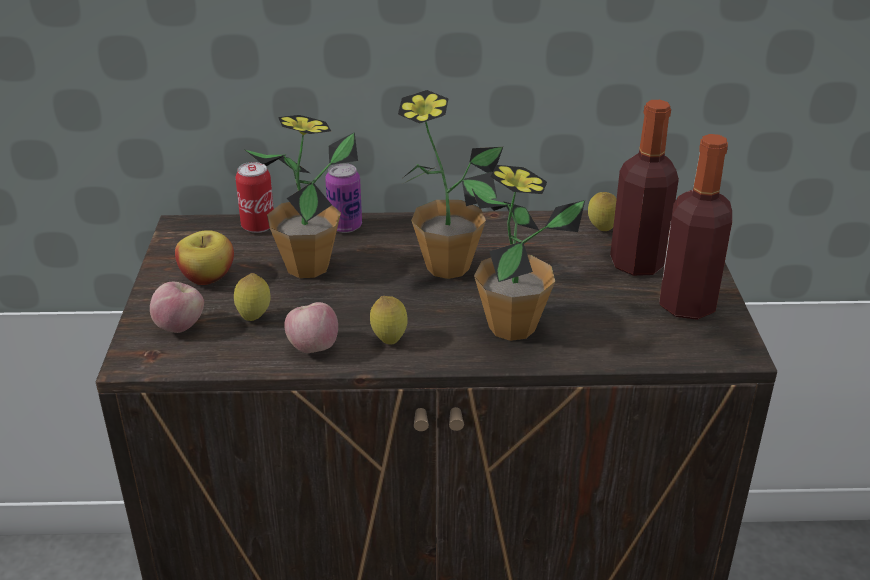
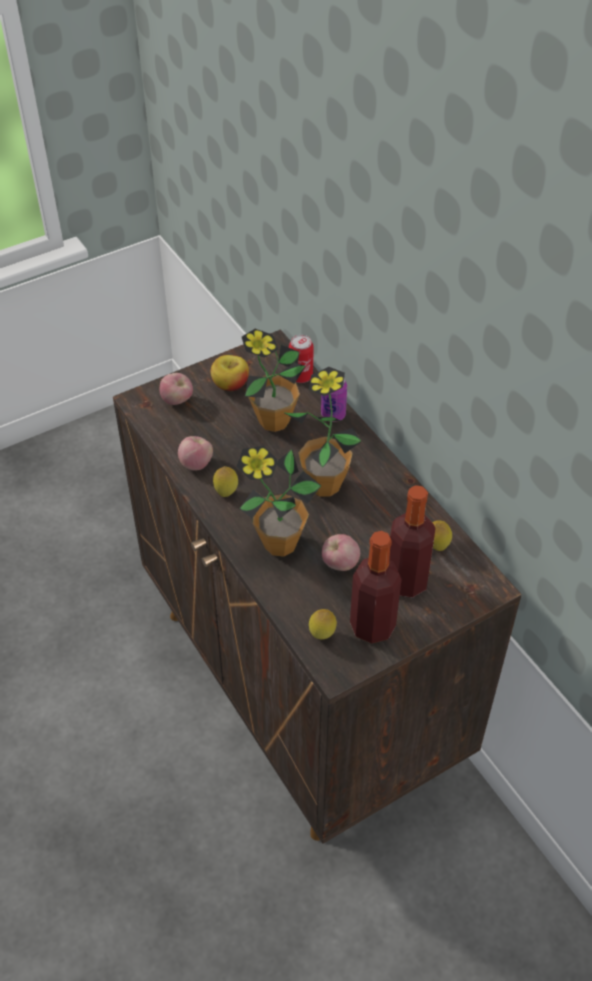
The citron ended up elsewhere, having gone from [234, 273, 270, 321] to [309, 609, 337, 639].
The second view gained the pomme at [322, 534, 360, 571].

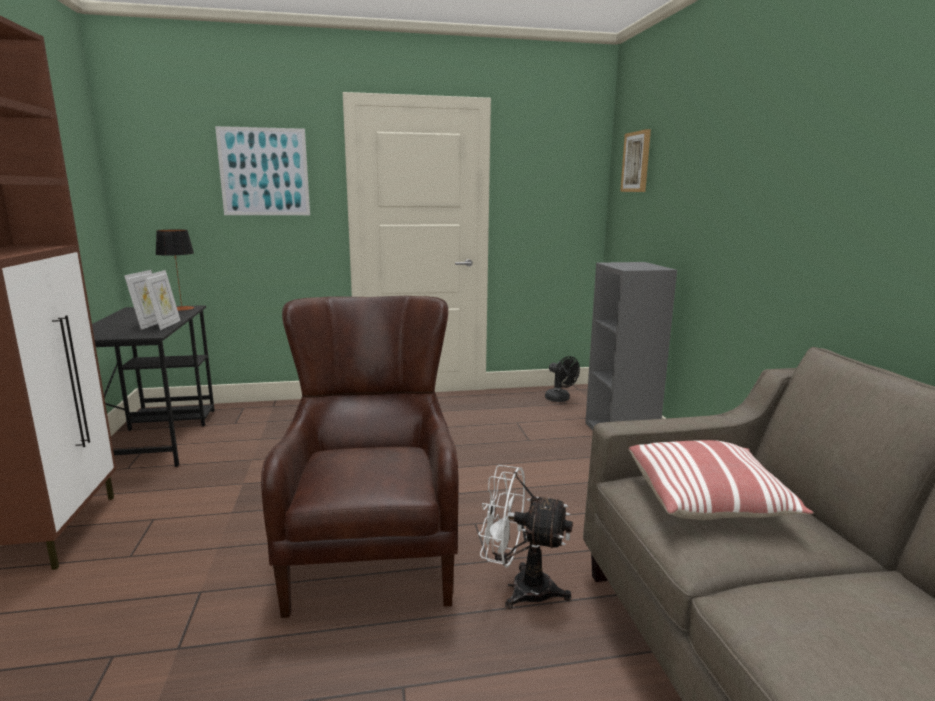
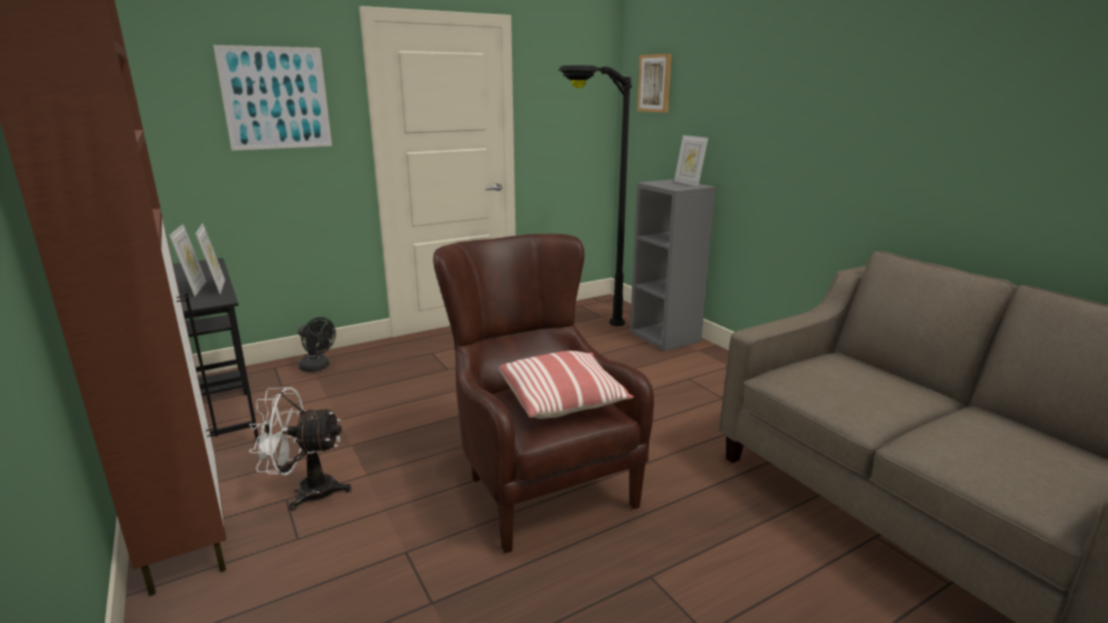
The second view lost the lampe de table at [156, 229, 194, 311].
The ventilateur [blanc] ended up elsewhere, having gone from [478, 465, 573, 610] to [249, 387, 352, 511].
The ventilateur [noir] ended up elsewhere, having gone from [545, 356, 580, 402] to [298, 317, 336, 372].
The coussin ended up elsewhere, having gone from [629, 440, 813, 520] to [499, 351, 634, 419].
The second view gained the lampadaire [noir] at [558, 65, 632, 326].
The second view gained the cadre photo at [674, 135, 708, 186].

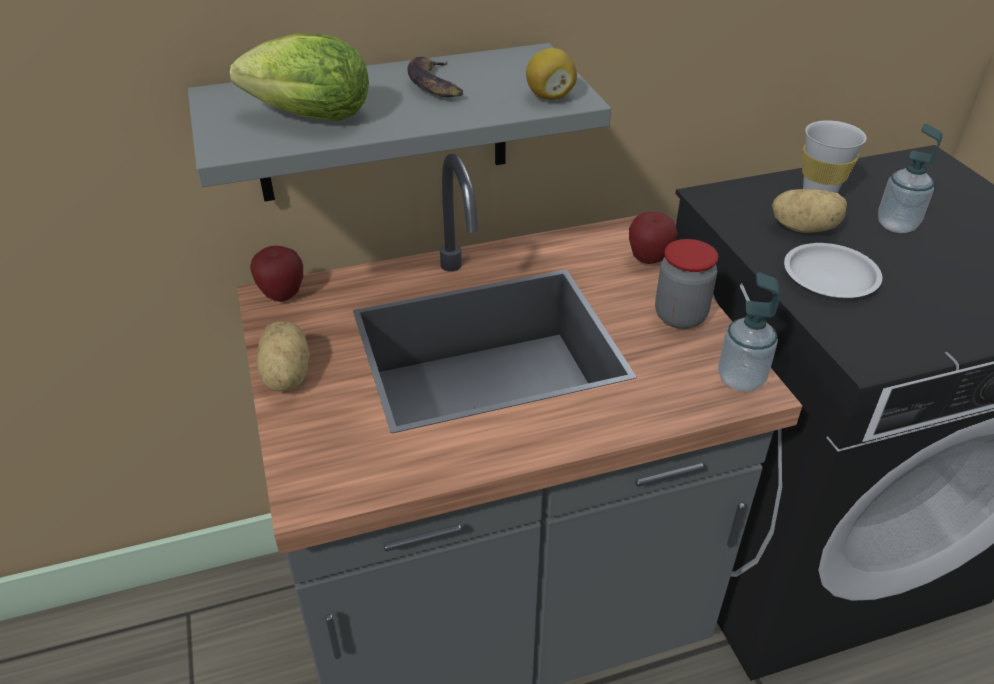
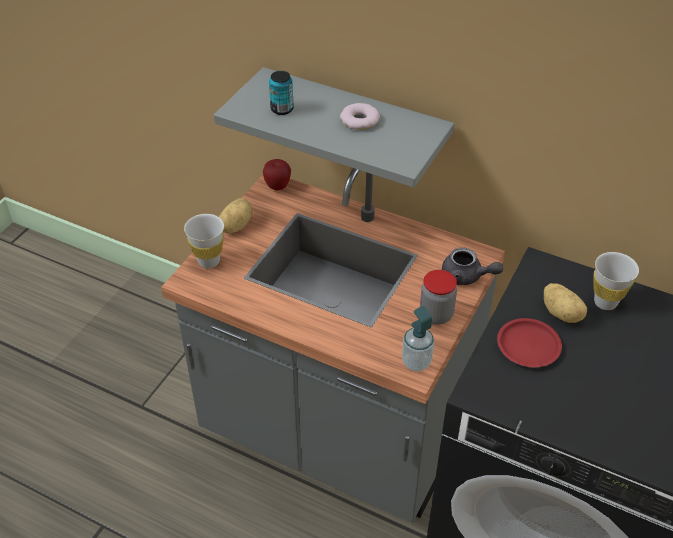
Where the laitue stood at [230, 34, 369, 121], the boîte métallique came to stand at [269, 71, 294, 115].
Where the banane stood at [407, 56, 463, 98], the beignet came to stand at [340, 103, 380, 130].
The second view lost the citron at [526, 48, 577, 100].
Where the pomme stood at [629, 212, 678, 264], the théière [gris] came to stand at [442, 248, 503, 285].
What was the assiette [blanc] at [784, 243, 882, 298] turned into the assiette [rouge] at [497, 318, 562, 367].
The second view lost the distributeur de savon at [878, 124, 943, 233].
The second view gained the tasse [blanc] at [184, 214, 224, 269].

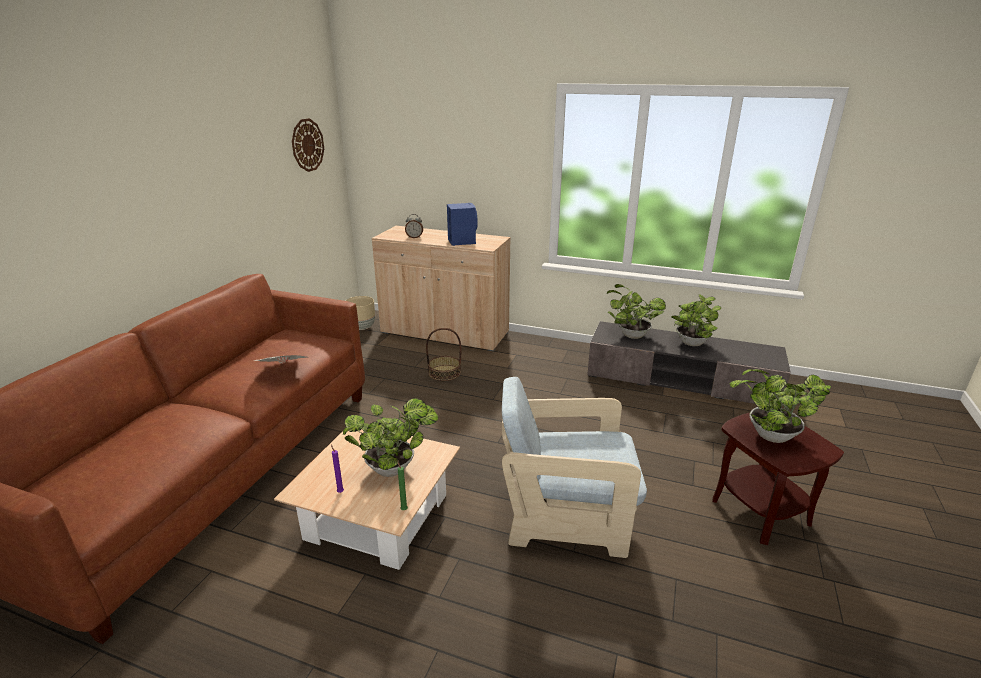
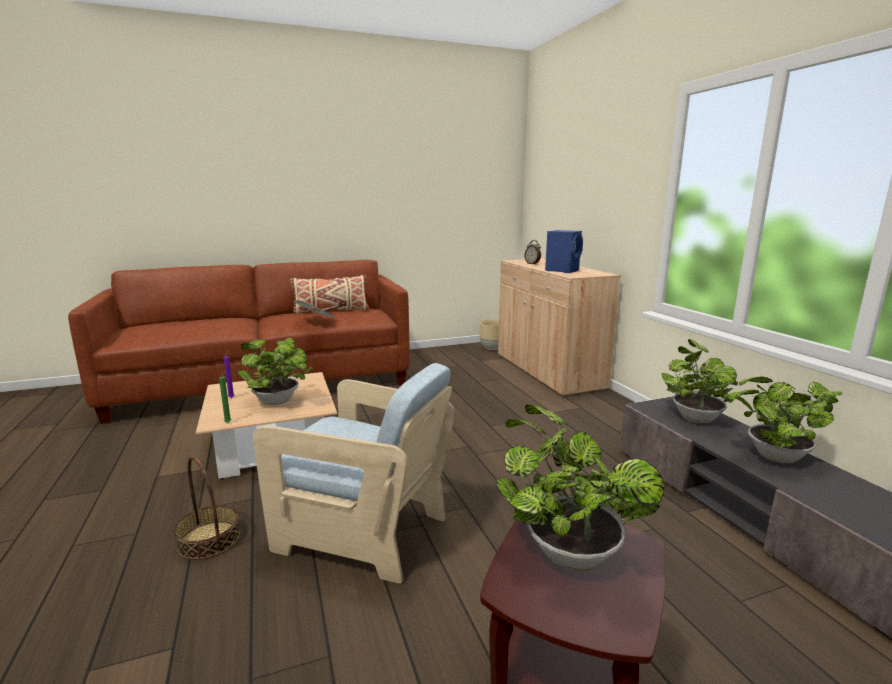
The second view lost the horloge murale at [292, 118, 324, 172].
The panier ended up elsewhere, having gone from [426, 328, 461, 381] to [173, 456, 240, 560].
The fauteuil [beige] at [502, 377, 647, 558] ended up facing another way, 150 degrees clockwise from before.
The second view gained the coussin [beige] at [290, 275, 369, 314].

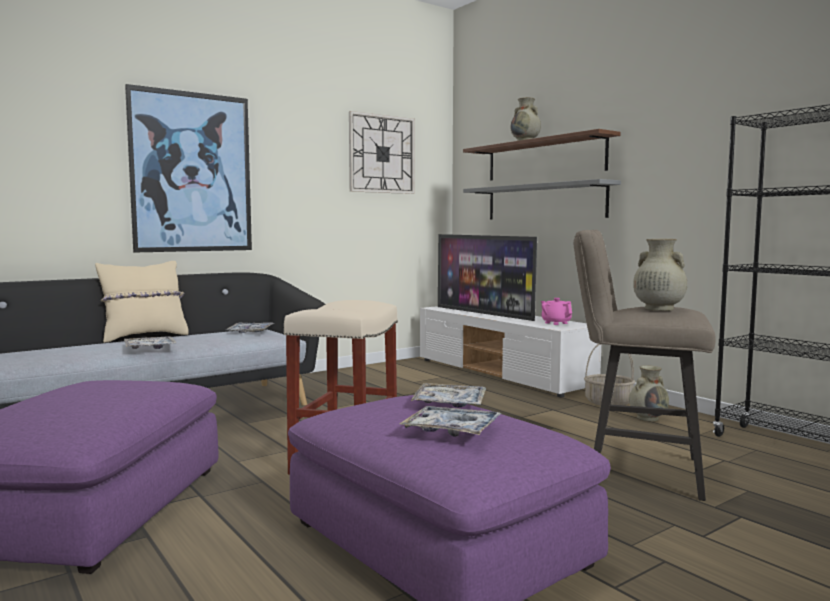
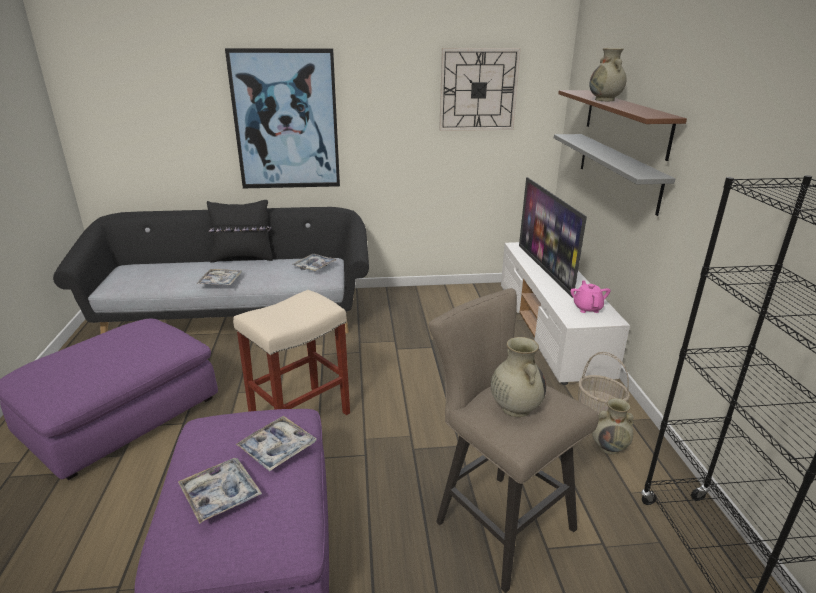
What was the coussin [beige] at [95, 261, 189, 343] turned into the coussin [noir] at [207, 200, 273, 263].

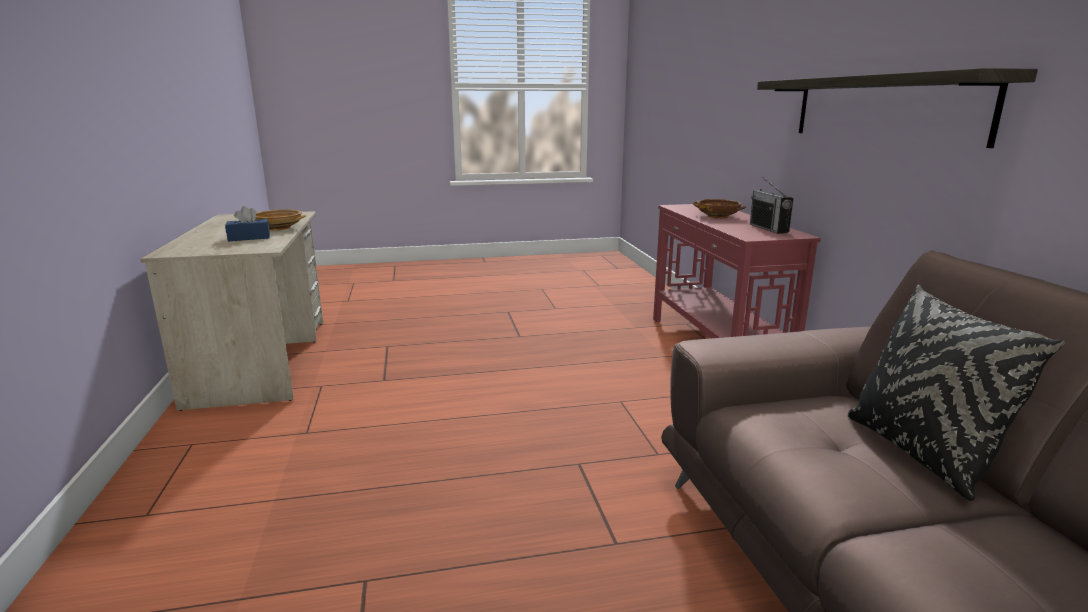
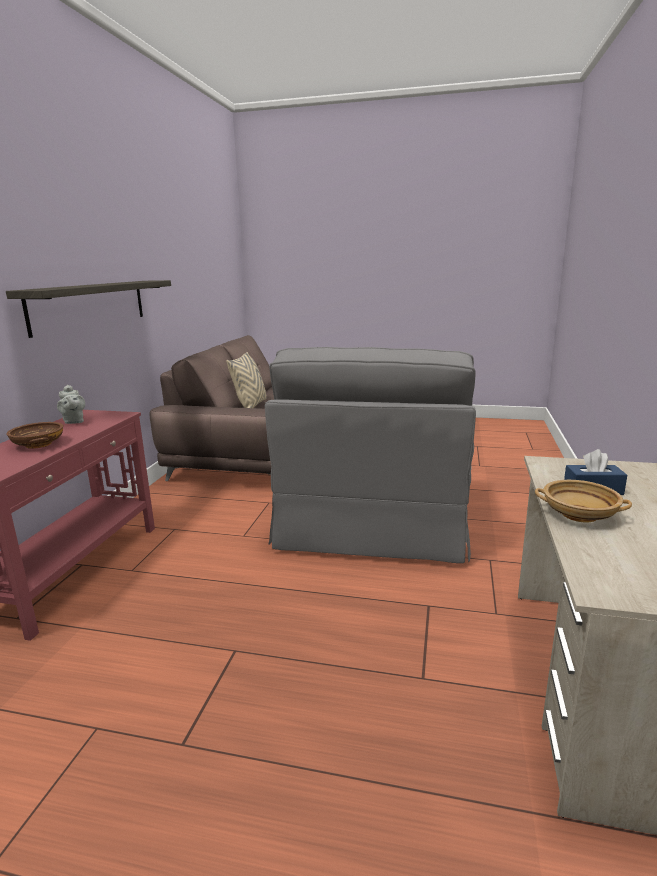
Where the radio stood at [750, 176, 793, 234], the théière [gris] came to stand at [57, 385, 85, 424].
What was the coussin [noir] at [848, 285, 1065, 501] turned into the coussin [beige] at [226, 352, 267, 408].
The second view gained the fauteuil [gris] at [265, 347, 476, 563].

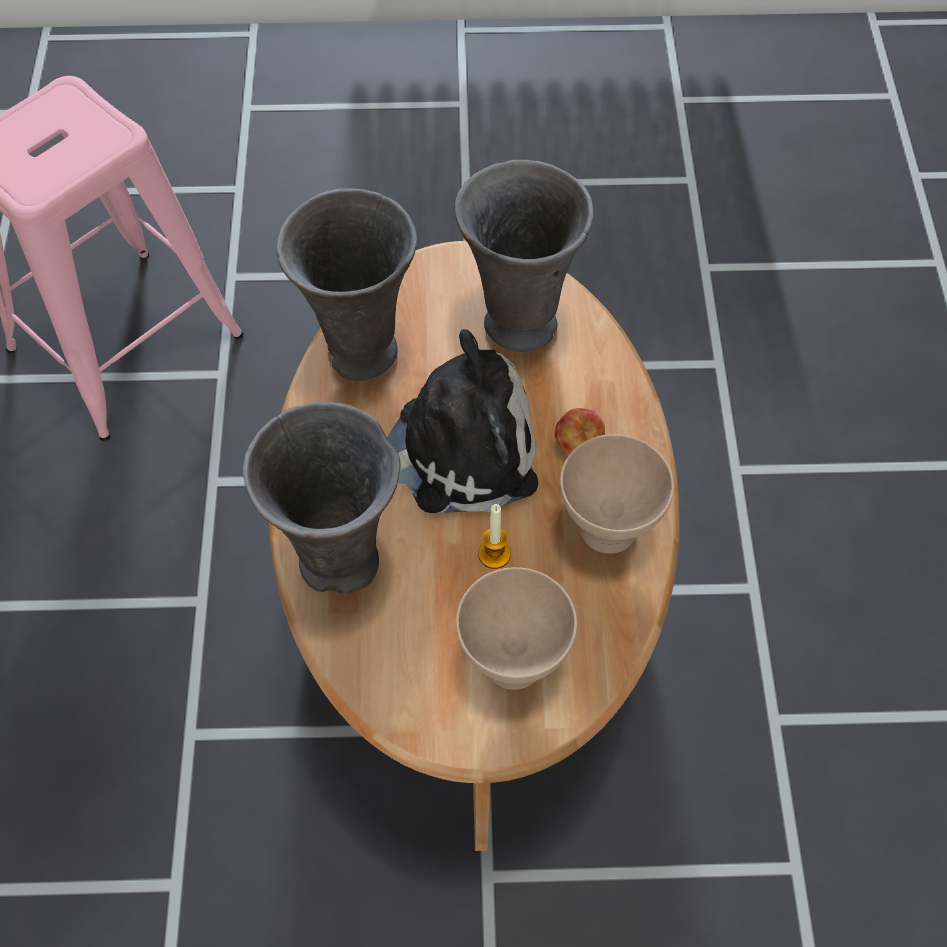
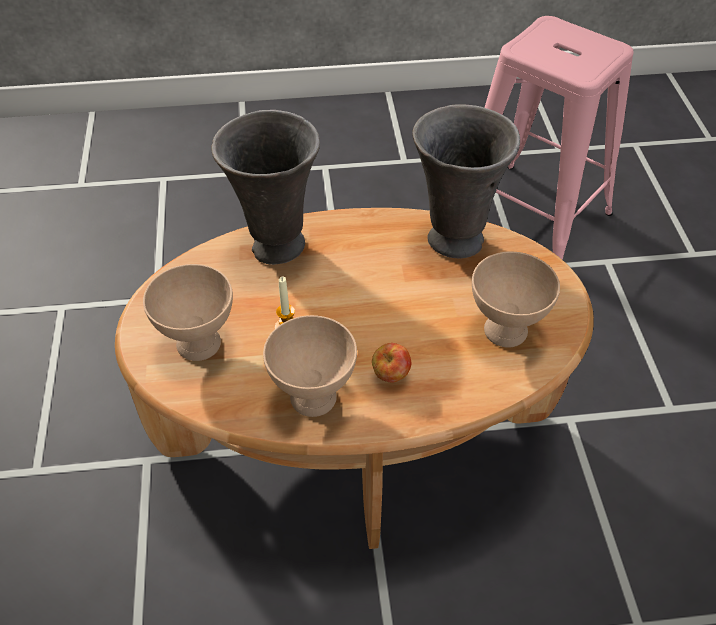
The second view lost the peluche at [387, 329, 538, 513].
Where the vase [gris] stood at [454, 160, 594, 353], the bol [beige] came to stand at [472, 251, 560, 347].

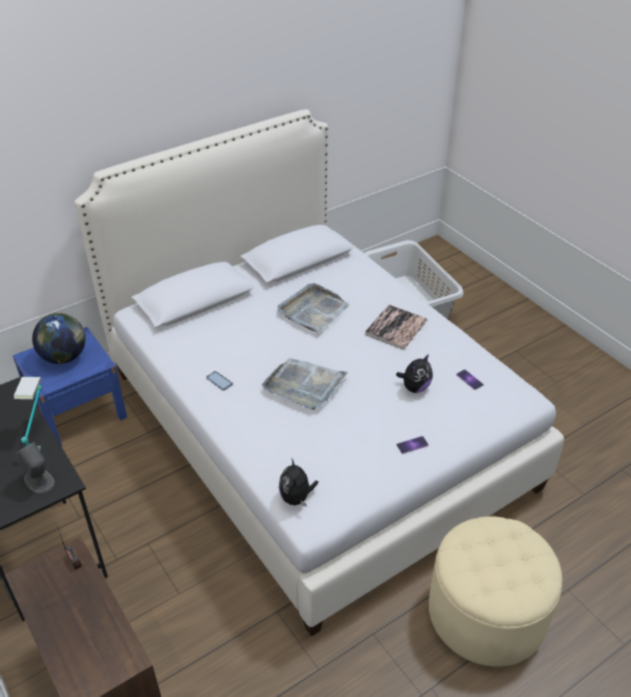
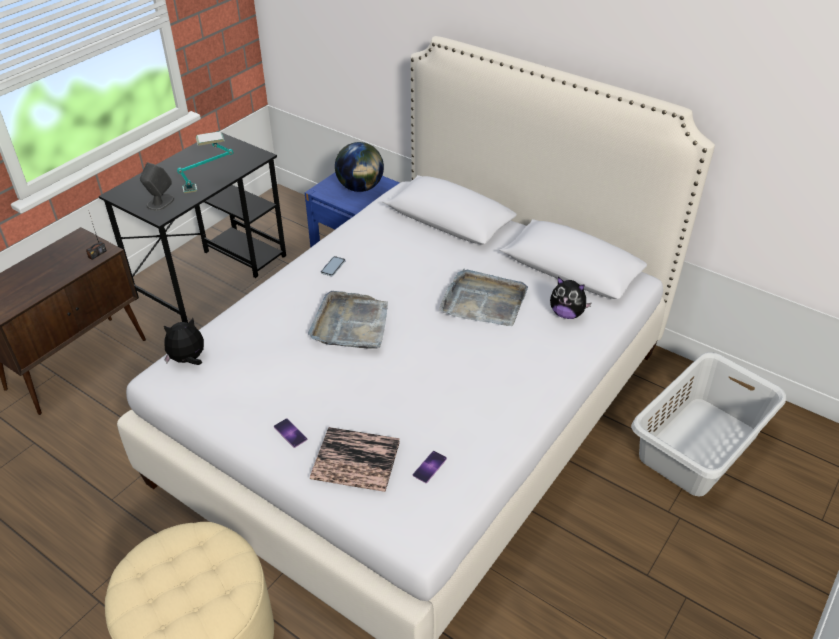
The livre ended up elsewhere, having gone from [365, 305, 427, 350] to [310, 427, 400, 492].
The peluche ended up elsewhere, having gone from [396, 354, 433, 393] to [550, 277, 592, 319].

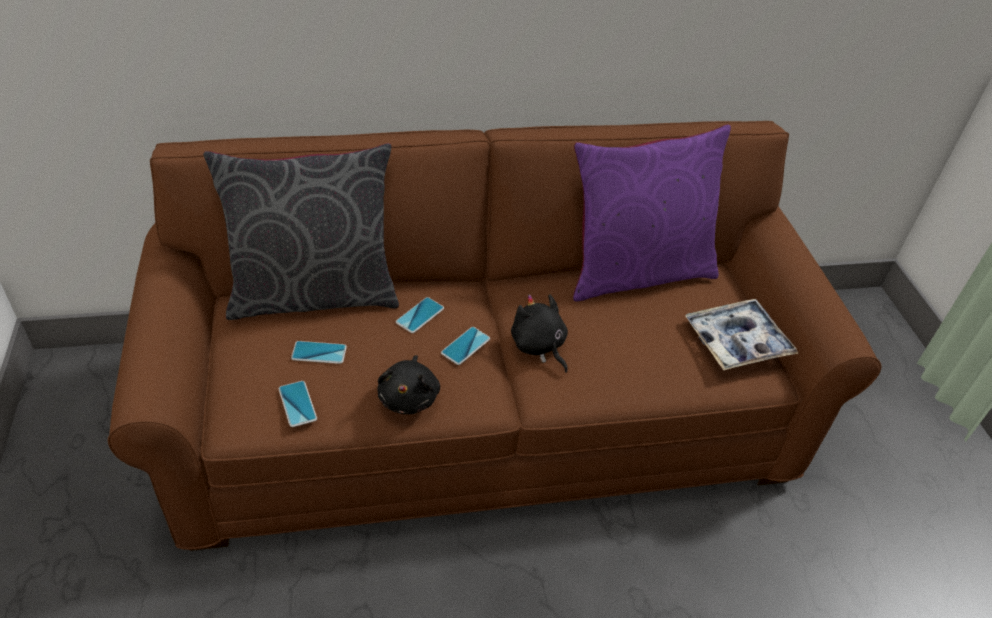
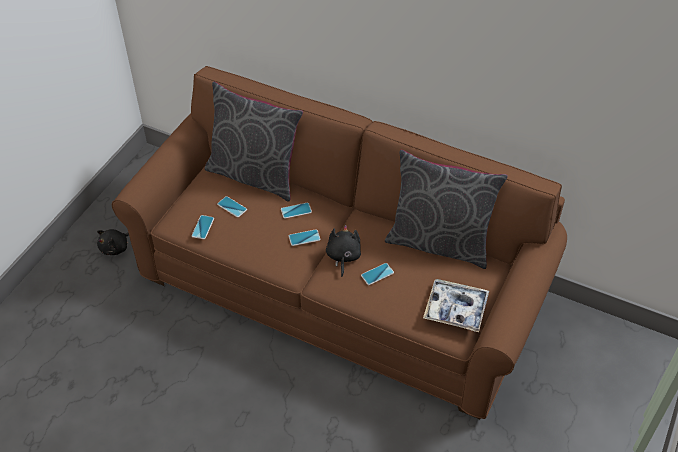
The peluche [noir] ended up elsewhere, having gone from [377, 355, 440, 414] to [97, 229, 129, 255].
What was the coussin [violet] at [573, 124, 731, 302] turned into the coussin [gris] at [385, 150, 508, 269].
The second view gained the téléphone at [361, 263, 394, 285].

